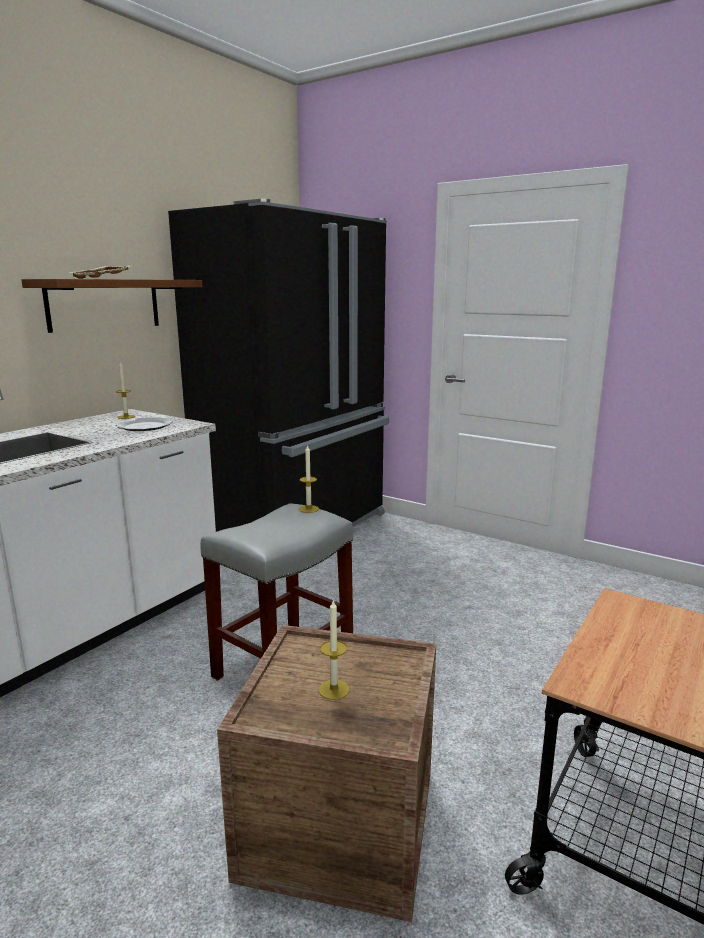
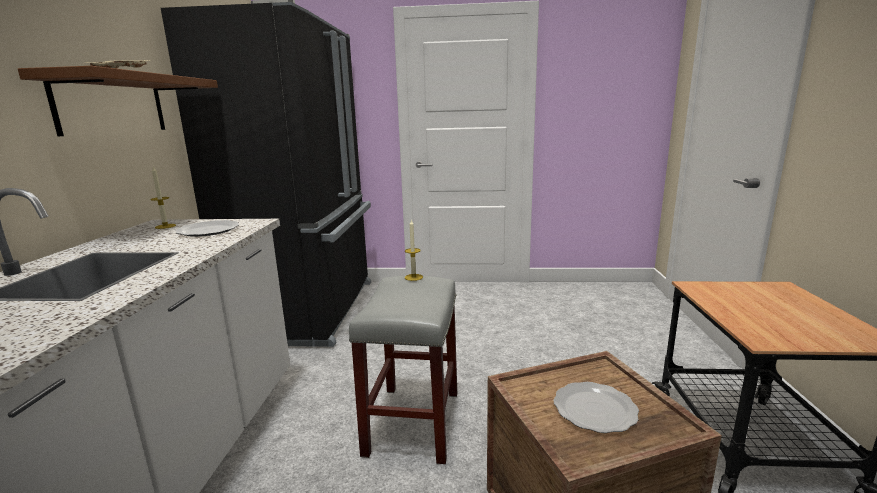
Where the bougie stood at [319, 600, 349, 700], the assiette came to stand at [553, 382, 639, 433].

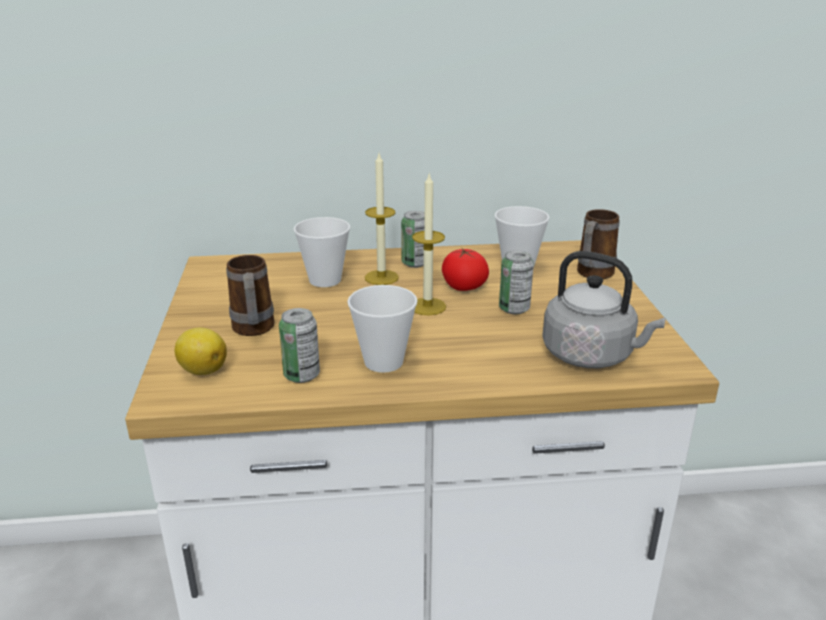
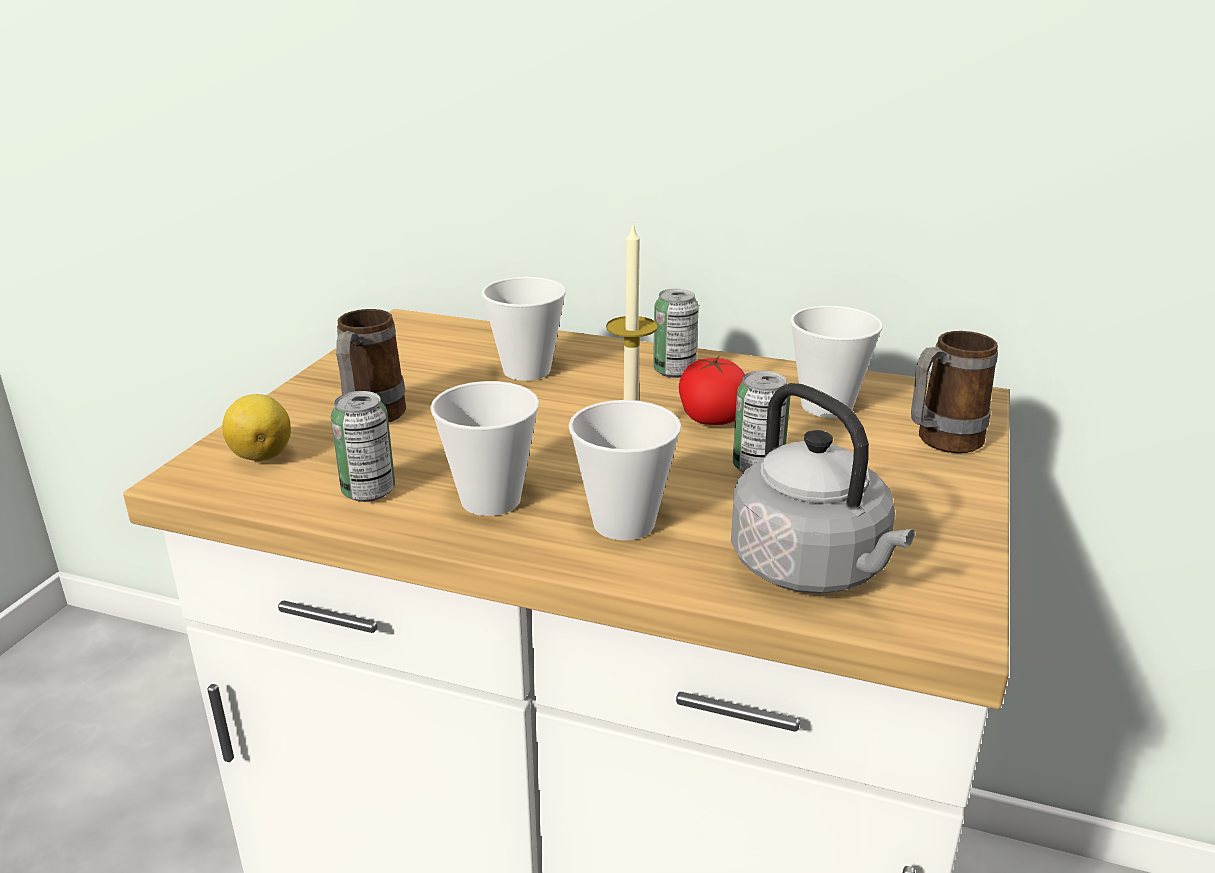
The second view lost the bougie at [365, 153, 399, 285].
The second view gained the tasse at [569, 400, 681, 541].

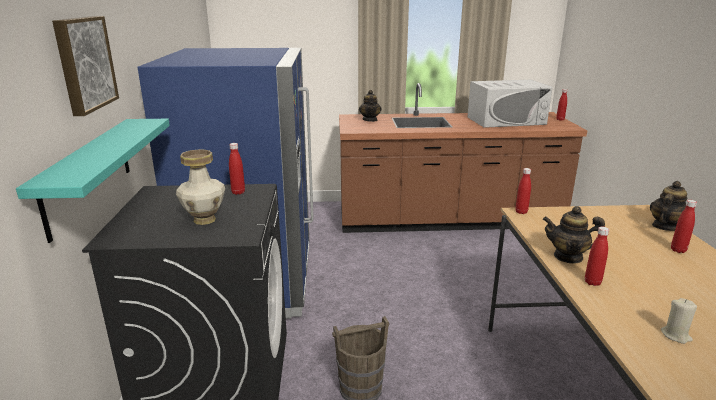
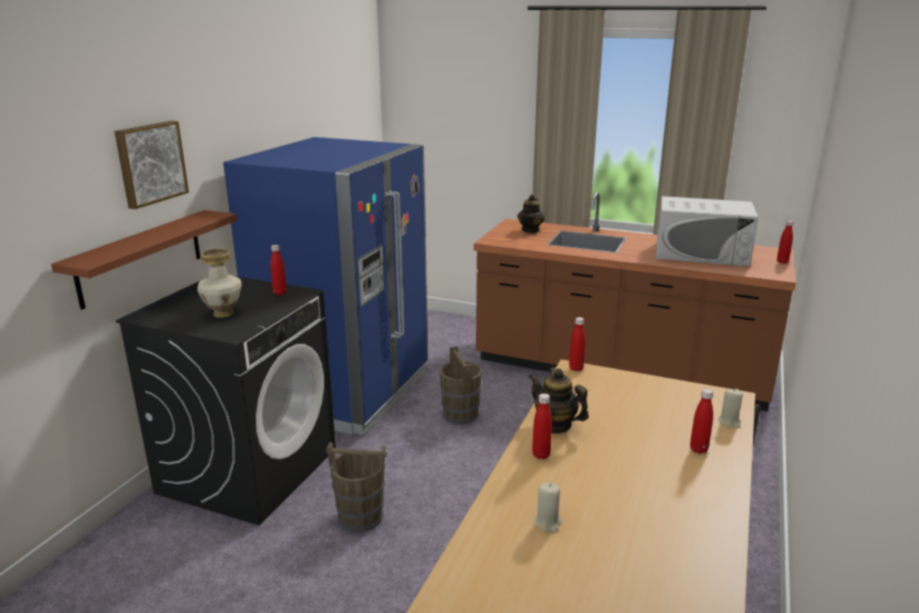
What was the étagère [turquoise] at [16, 119, 170, 243] turned into the étagère [marron] at [51, 210, 237, 310].
Where the théière stood at [650, 181, 687, 231], the bougie [beige] came to stand at [718, 389, 743, 427].
The second view gained the seau [marron] at [439, 346, 482, 424].

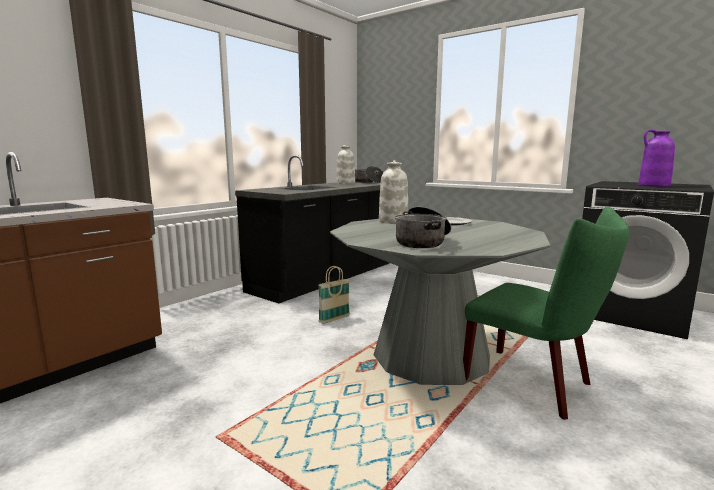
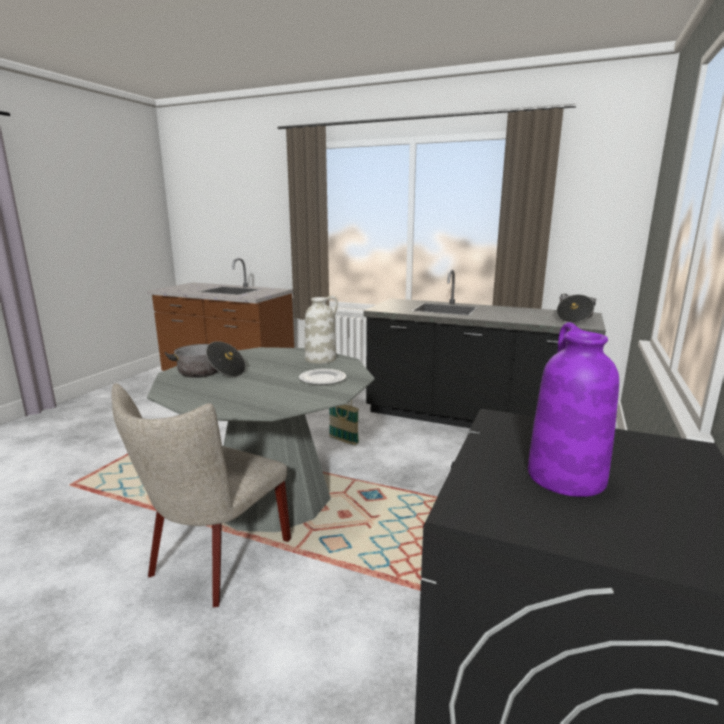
The second view lost the vase [blanc] at [337, 145, 355, 184].
What was the chaise [vert] at [463, 206, 629, 420] turned into the chaise [beige] at [112, 383, 291, 607].

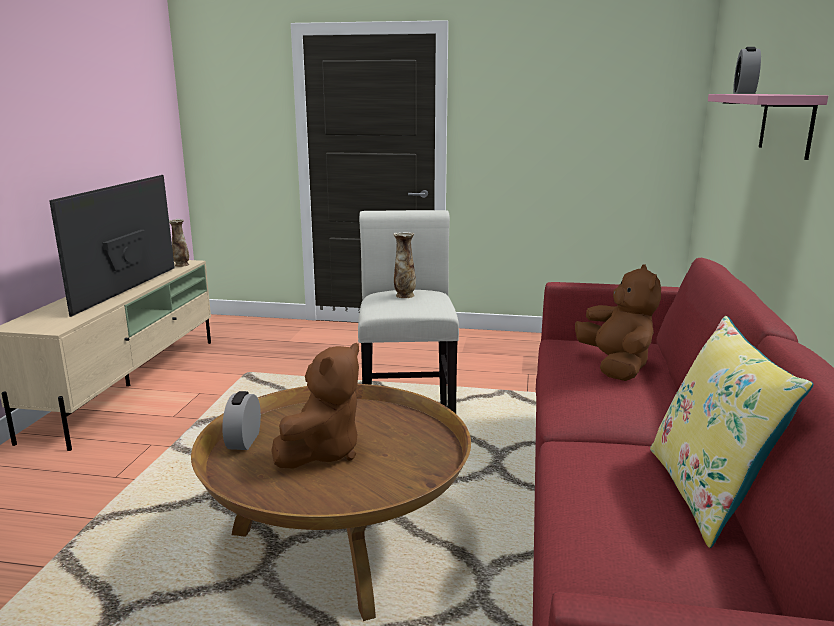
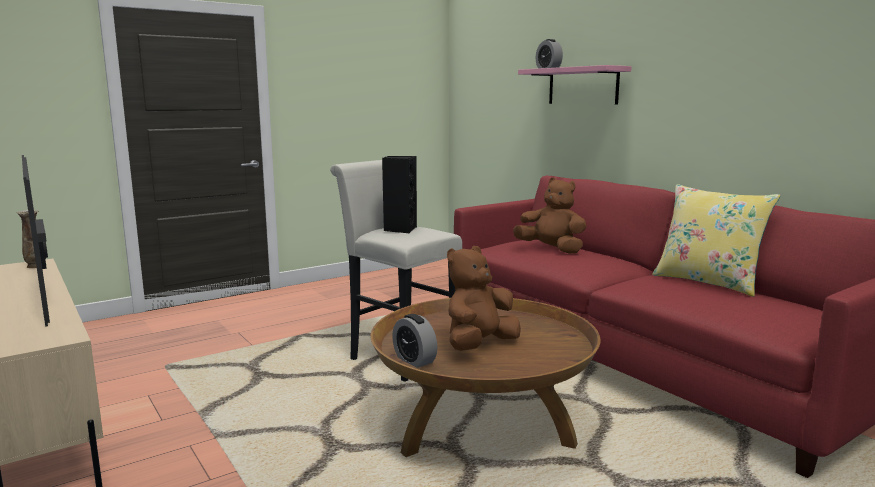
The peluche [marron] at [271, 343, 359, 469] ended up facing another way, 120 degrees counterclockwise from before.
Where the vase stood at [393, 232, 416, 298], the enceinte [noir] came to stand at [382, 156, 417, 233].

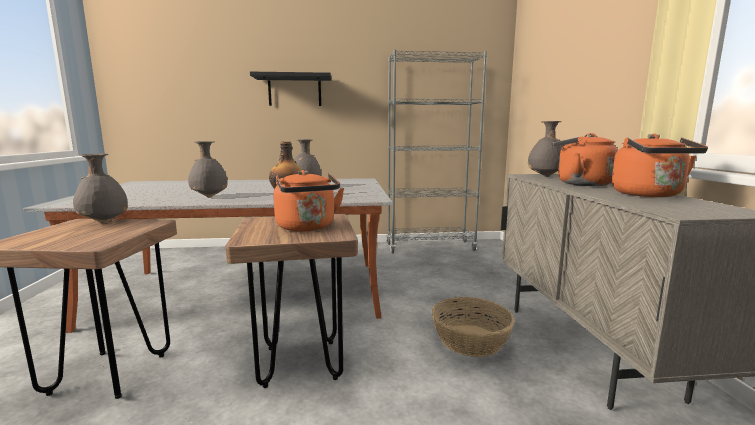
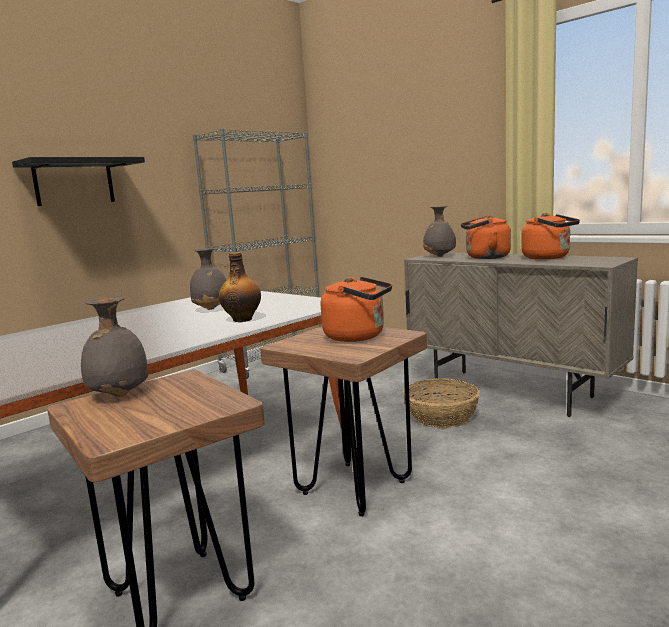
The second view lost the vase [gris] at [188, 141, 228, 198].

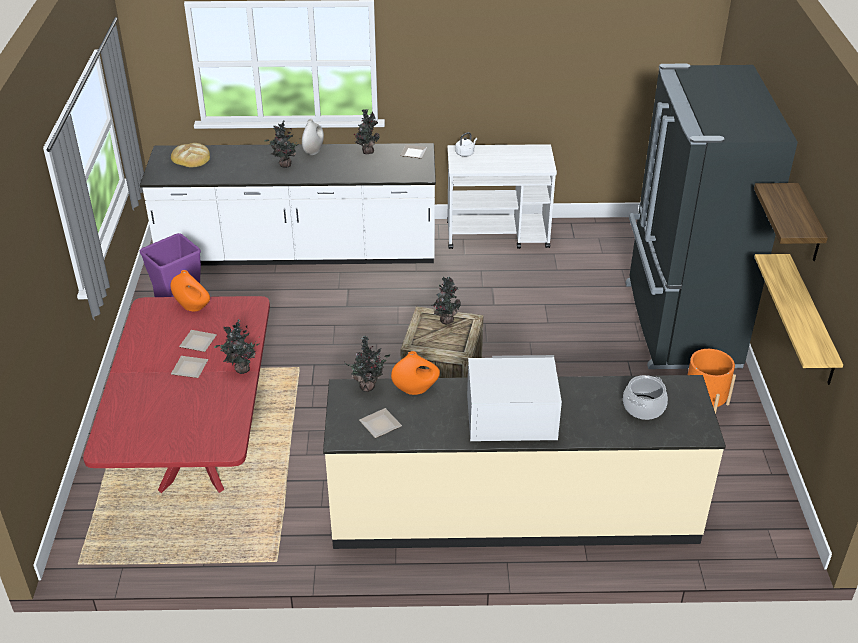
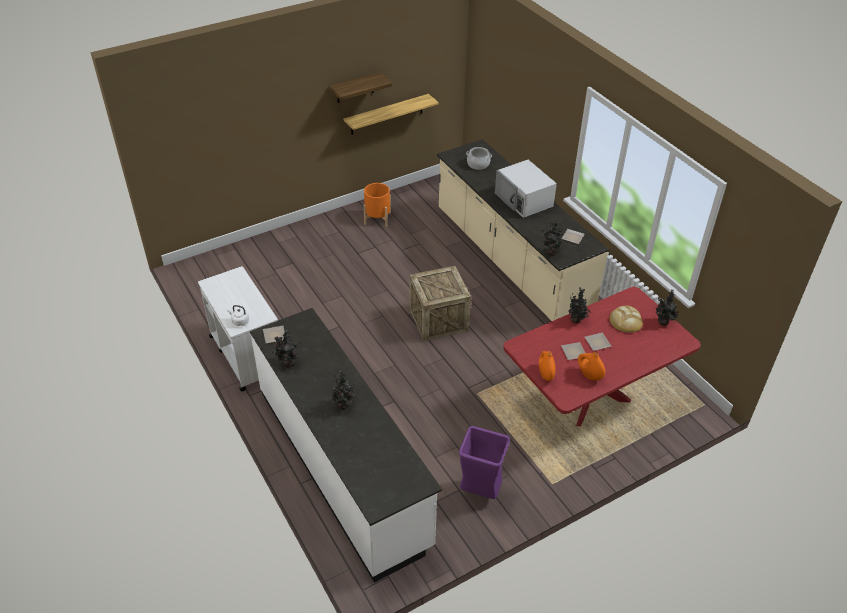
The pain ended up elsewhere, having gone from [171, 143, 210, 167] to [610, 306, 643, 333].
The second view lost the vase [blanc] at [302, 119, 324, 155].
The vase [orange] ended up elsewhere, having gone from [391, 351, 440, 395] to [578, 352, 605, 380].
The plante en pot ended up elsewhere, having gone from [431, 277, 461, 325] to [656, 289, 679, 326].
The second view lost the réfrigérateur [noir] at [625, 64, 798, 369].

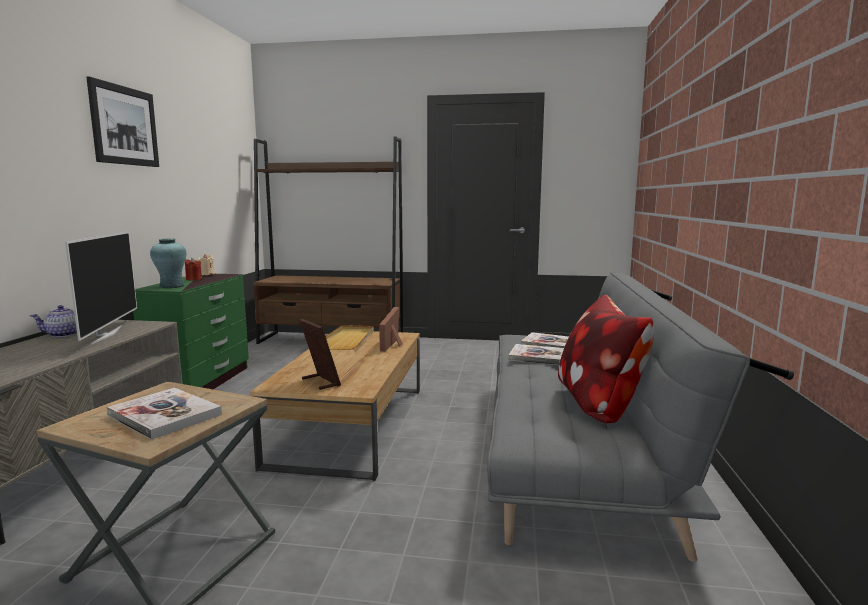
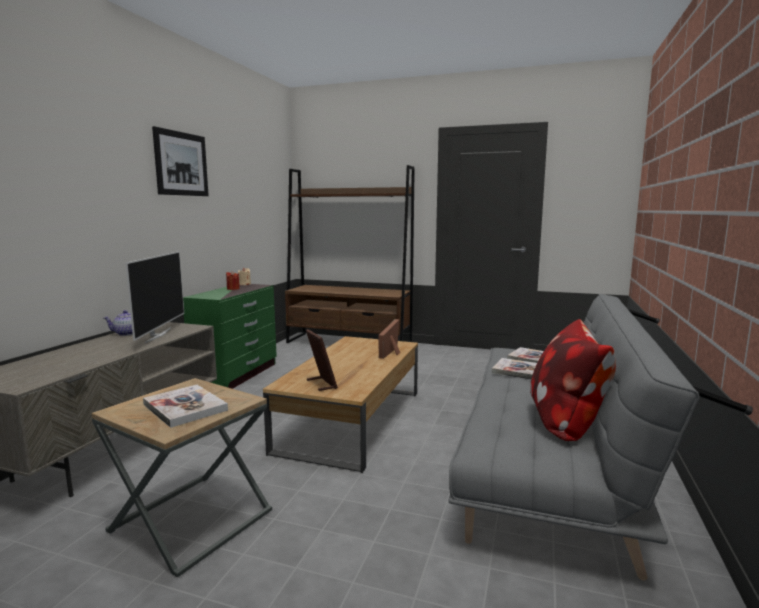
The second view lost the vase [turquoise] at [150, 238, 186, 288].
The second view lost the plateau [beige] at [326, 325, 374, 350].

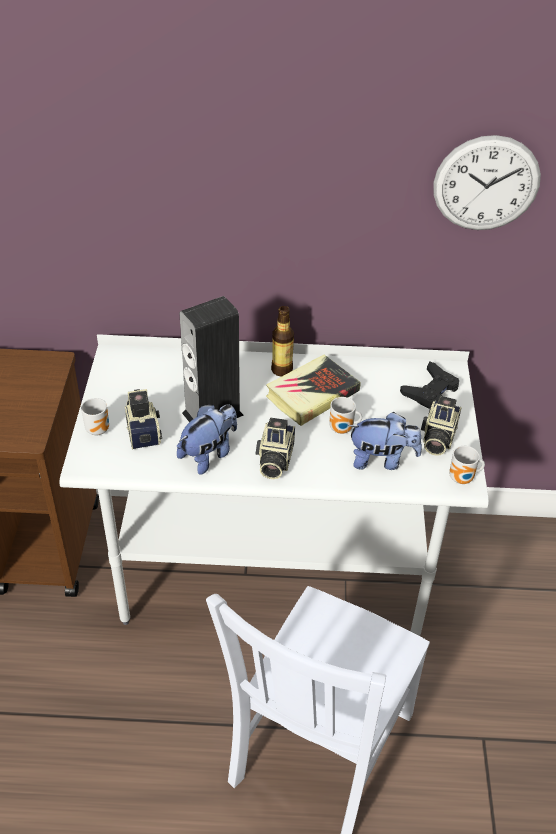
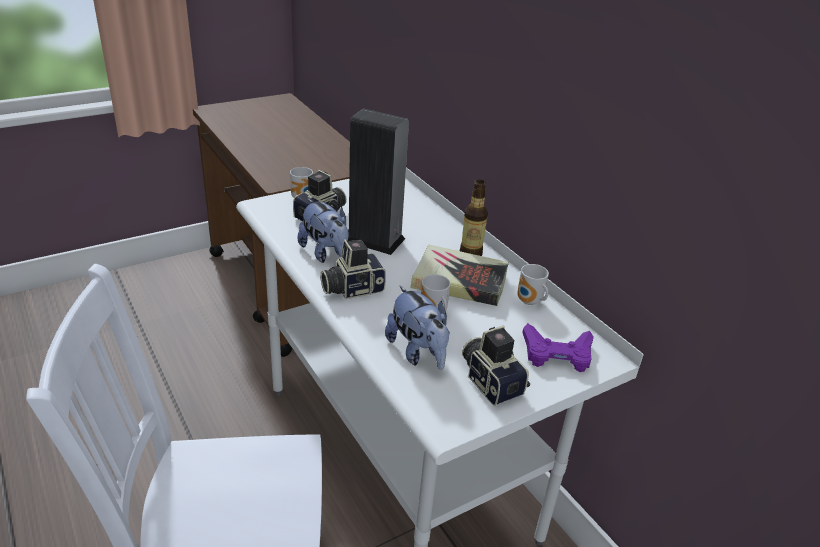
The peluche at [177, 404, 237, 475] ended up facing another way, 45 degrees clockwise from before.
What was the manette [noir] at [400, 361, 459, 409] turned into the manette [violet] at [522, 323, 594, 372].
The appareil photo at [421, 396, 462, 456] ended up facing another way, 75 degrees clockwise from before.
The second view lost the horloge murale at [433, 135, 541, 230].
The mug ended up elsewhere, having gone from [449, 446, 485, 484] to [517, 264, 549, 305].

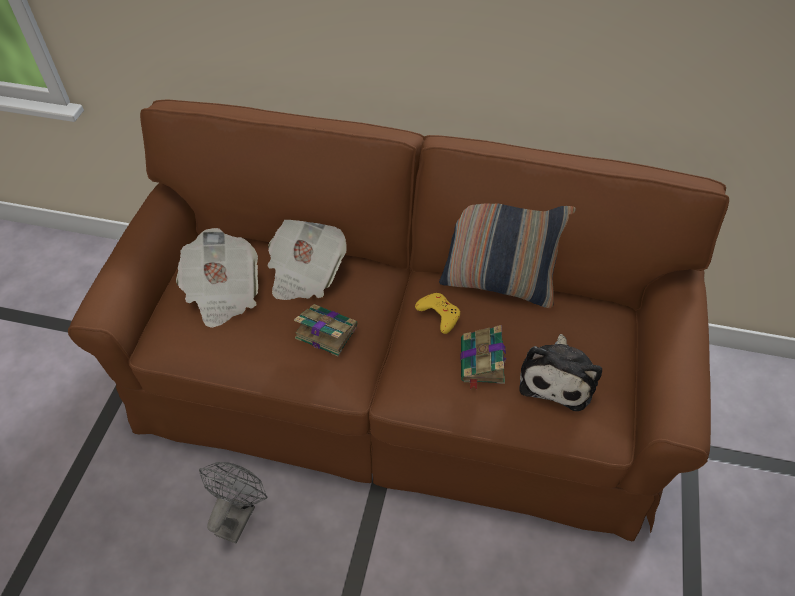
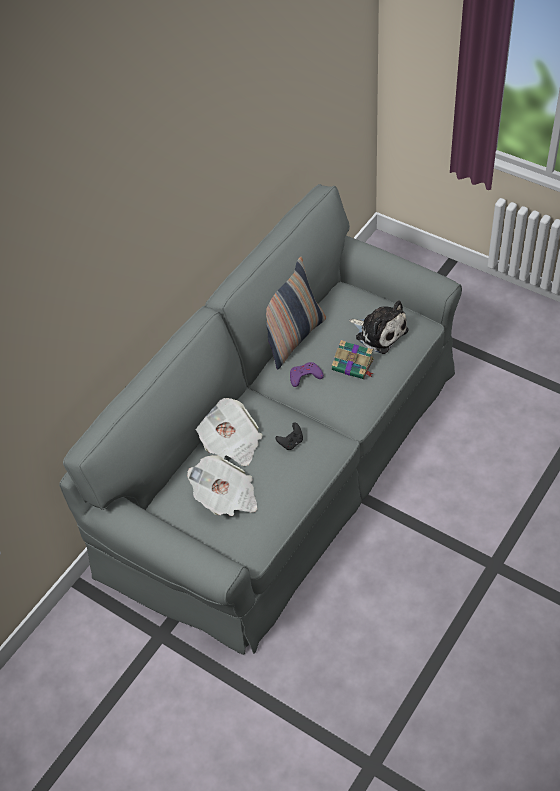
What was the canapé [marron] at [68, 99, 729, 541] turned into the canapé [gris] at [59, 184, 462, 655].
The second view lost the ventilateur [gris] at [199, 462, 267, 544].
Where the livre stood at [294, 304, 357, 356], the manette [noir] came to stand at [275, 422, 303, 450].
What was the manette [jaune] at [415, 293, 460, 334] turned into the manette [violet] at [290, 362, 324, 387].

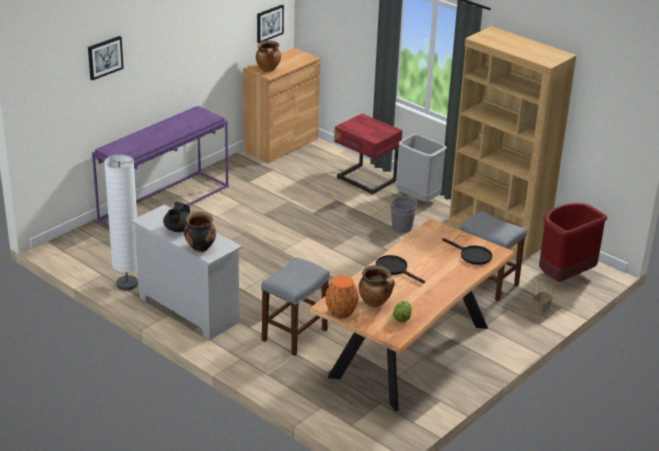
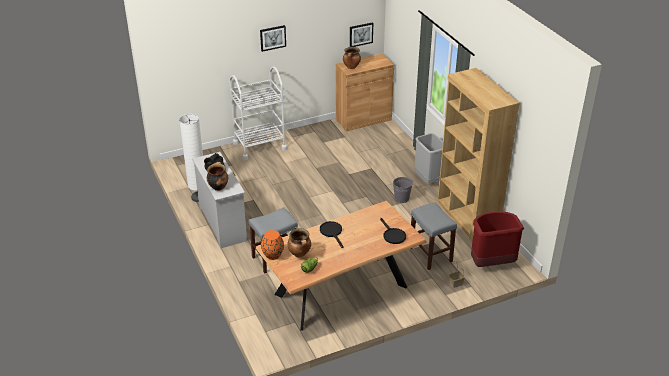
The tableau ended up elsewhere, having gone from [88, 36, 124, 80] to [260, 25, 286, 52].
Where the table console [violet] stood at [92, 106, 228, 227], the chariot [blanc] came to stand at [229, 67, 287, 160].
The second view lost the table de chevet [rouge] at [334, 114, 402, 195].

